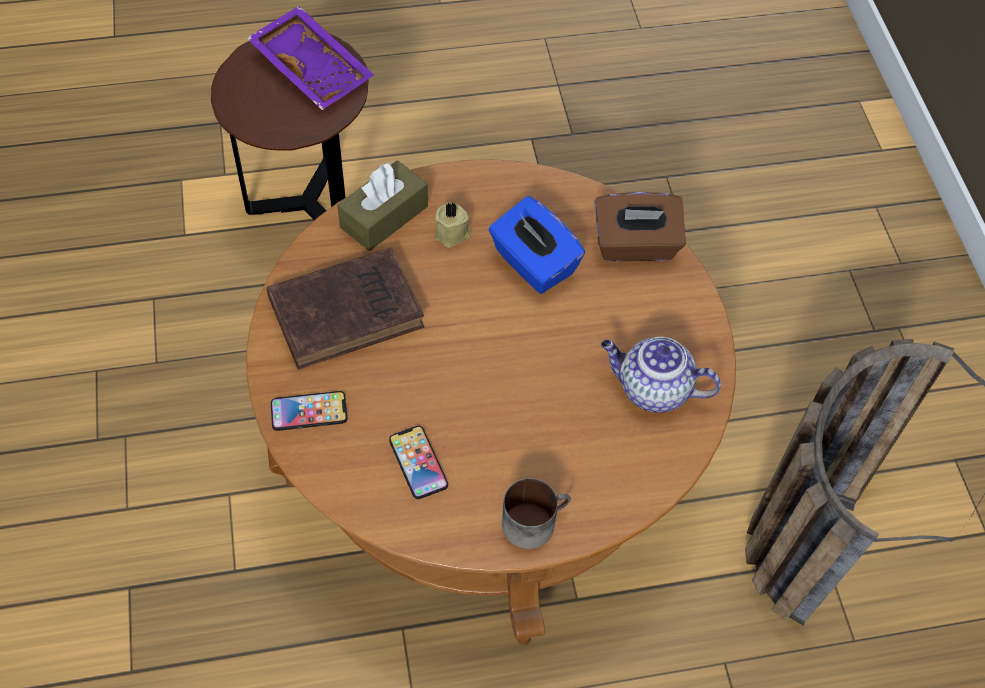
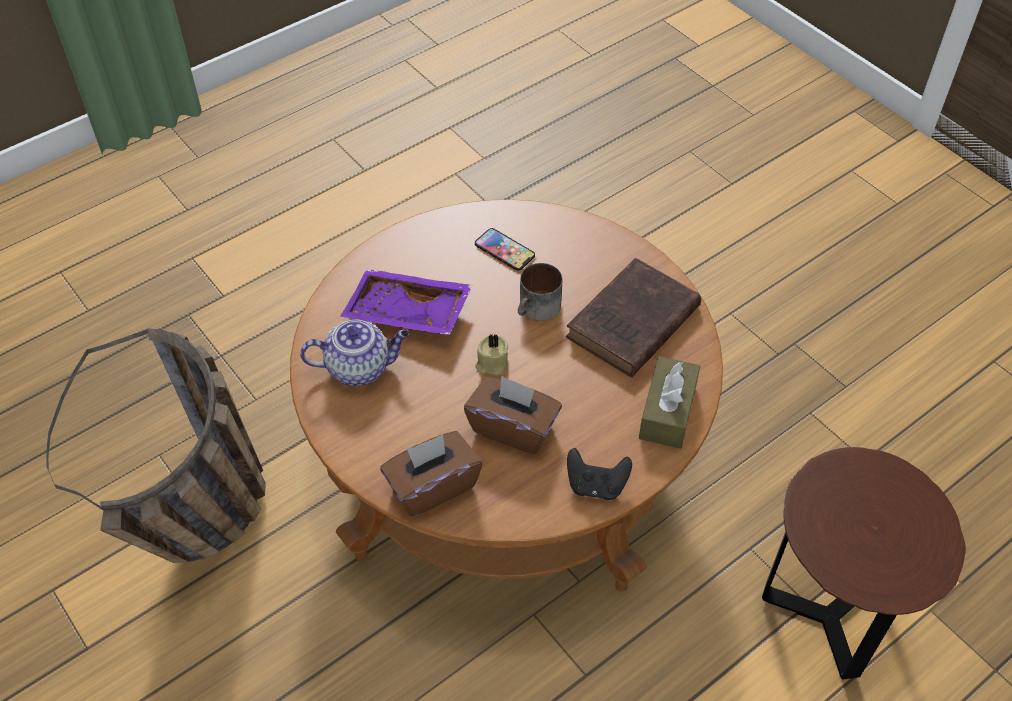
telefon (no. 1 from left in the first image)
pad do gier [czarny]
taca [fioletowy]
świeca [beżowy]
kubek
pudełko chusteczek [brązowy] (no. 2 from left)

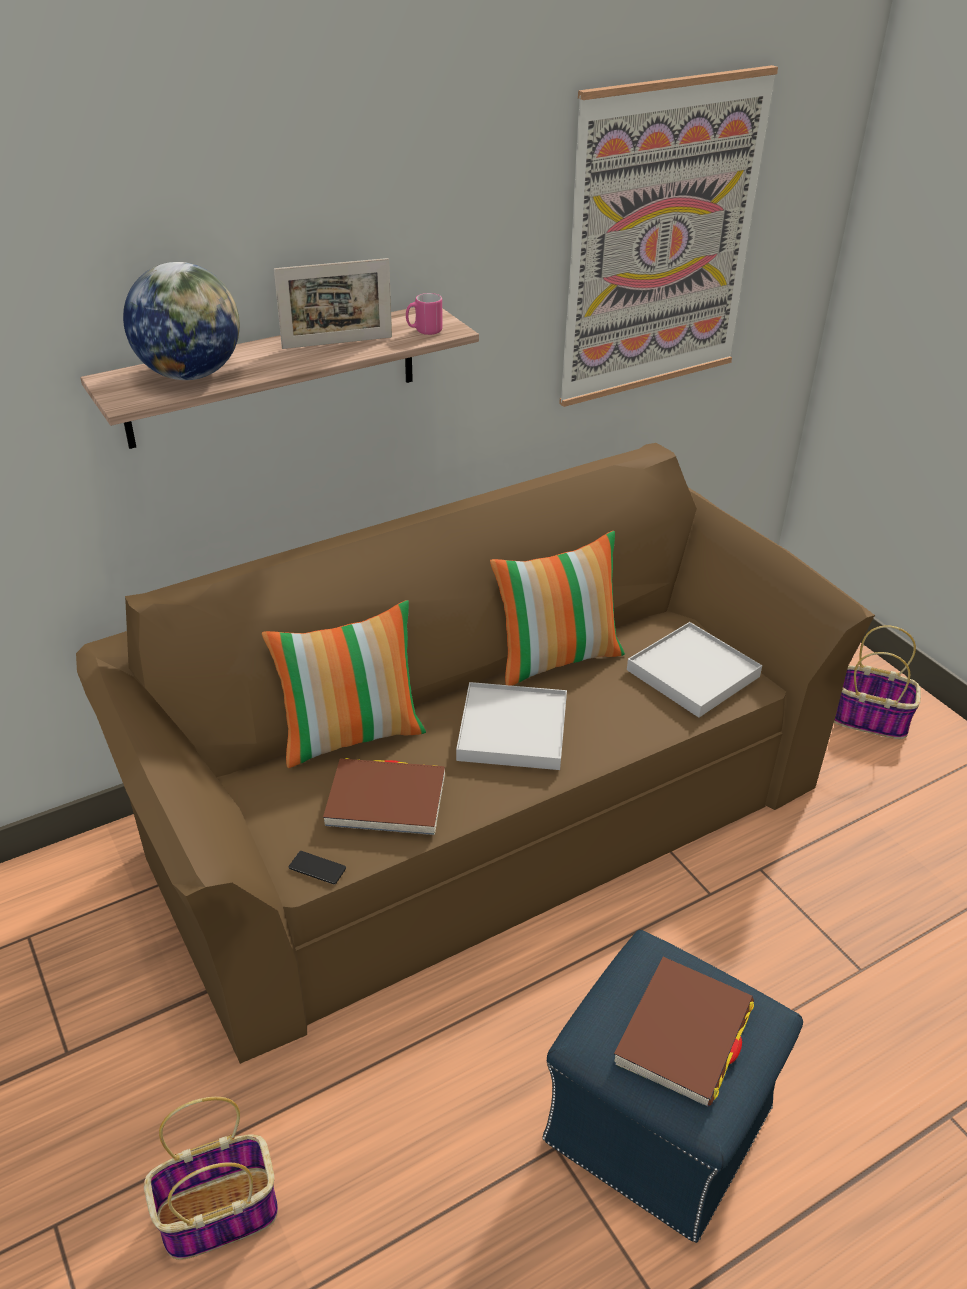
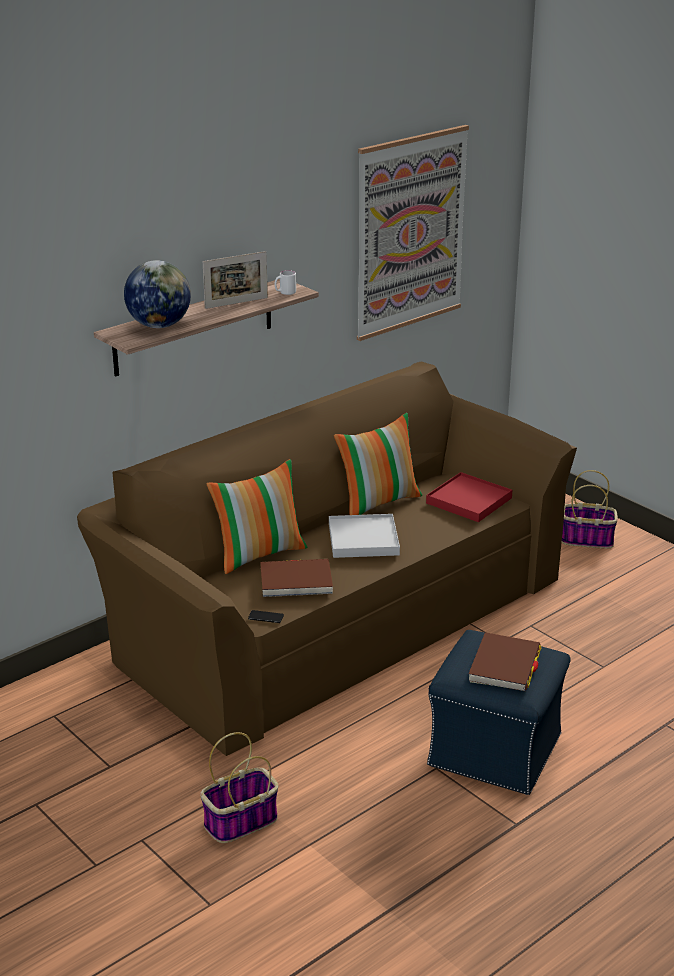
kubek [biały]
taca [czerwony]

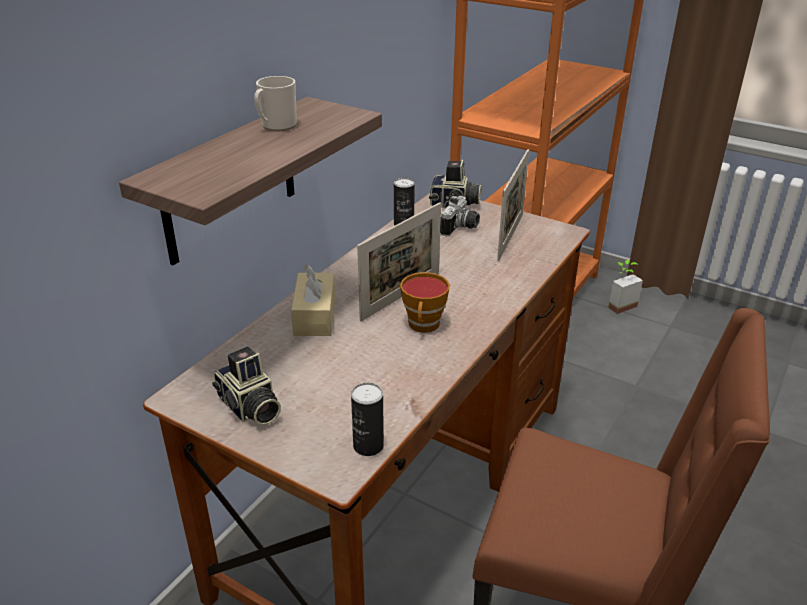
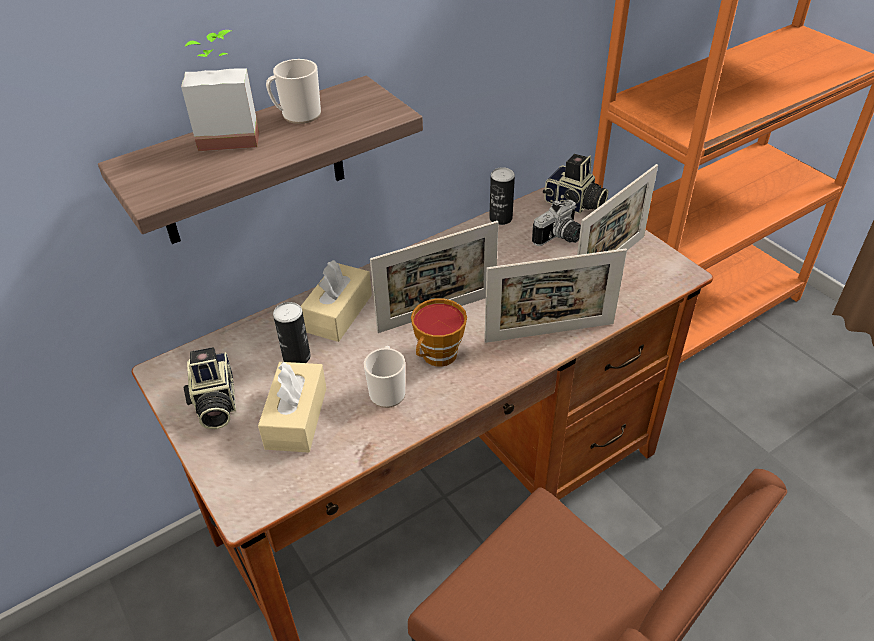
pudełko chusteczek [beżowy] (no. 1 from left)
kubek (no. 2 from left)
ramka na zdjęcie (no. 2 from left)
puszka (no. 1 from left)
roślina doniczkowa

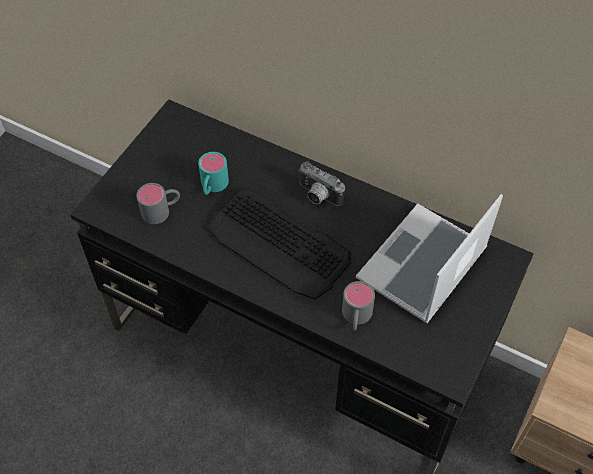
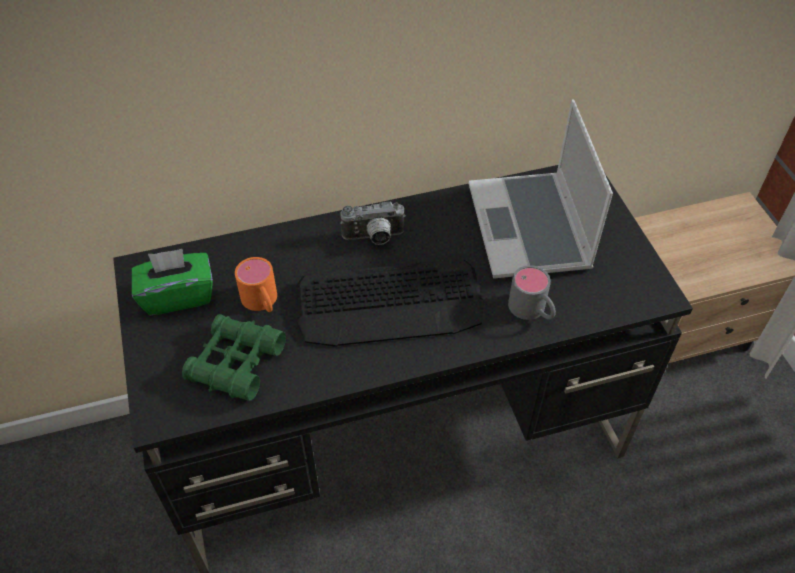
pudełko chusteczek [zielony]
lornetka [zielony]
kubek [pomarańczowy]

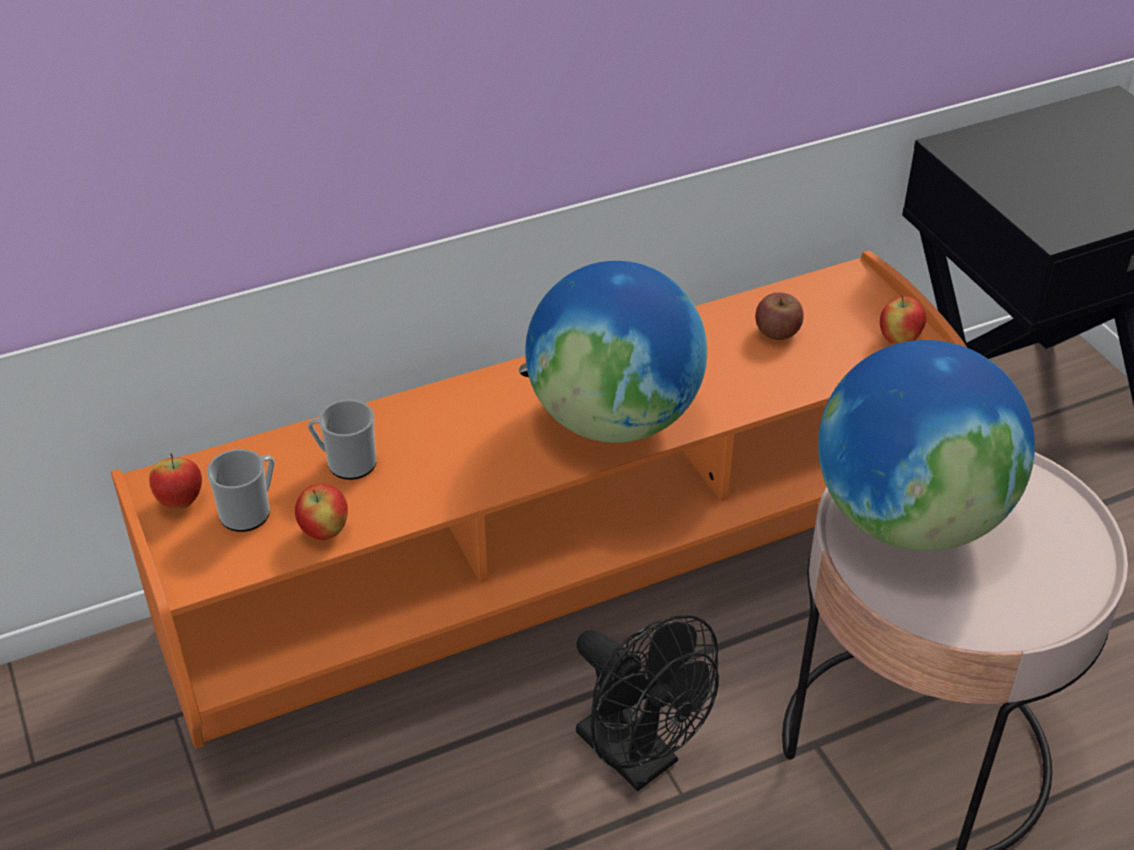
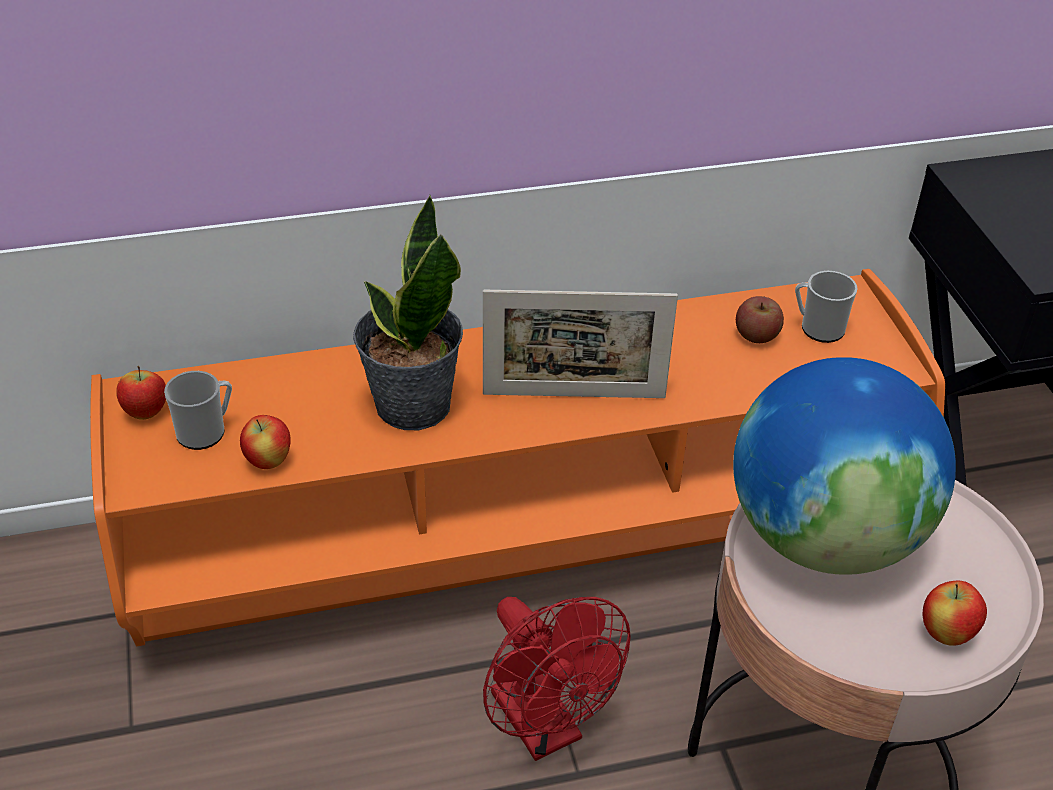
roślina doniczkowa
kubek (no. 2 from left)
jabłko (no. 4 from left)
ramka na zdjęcie
wentylator [czerwony]

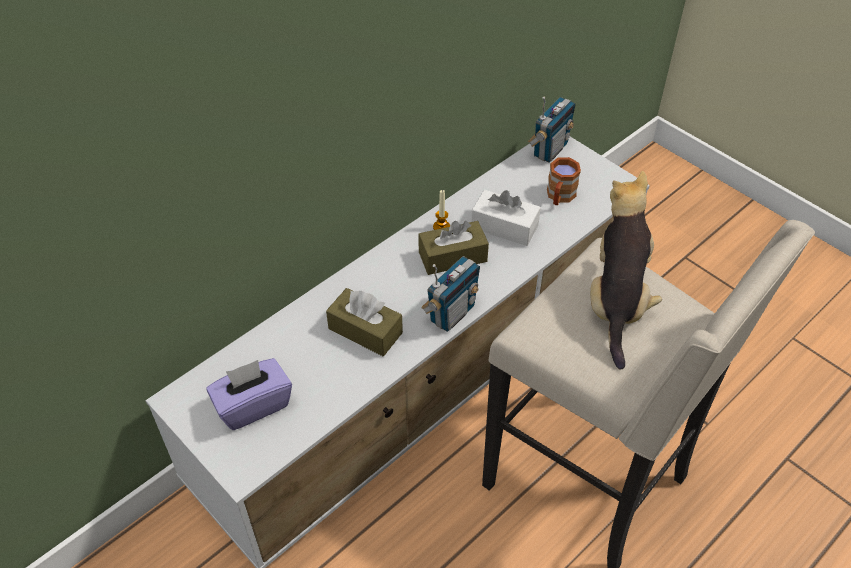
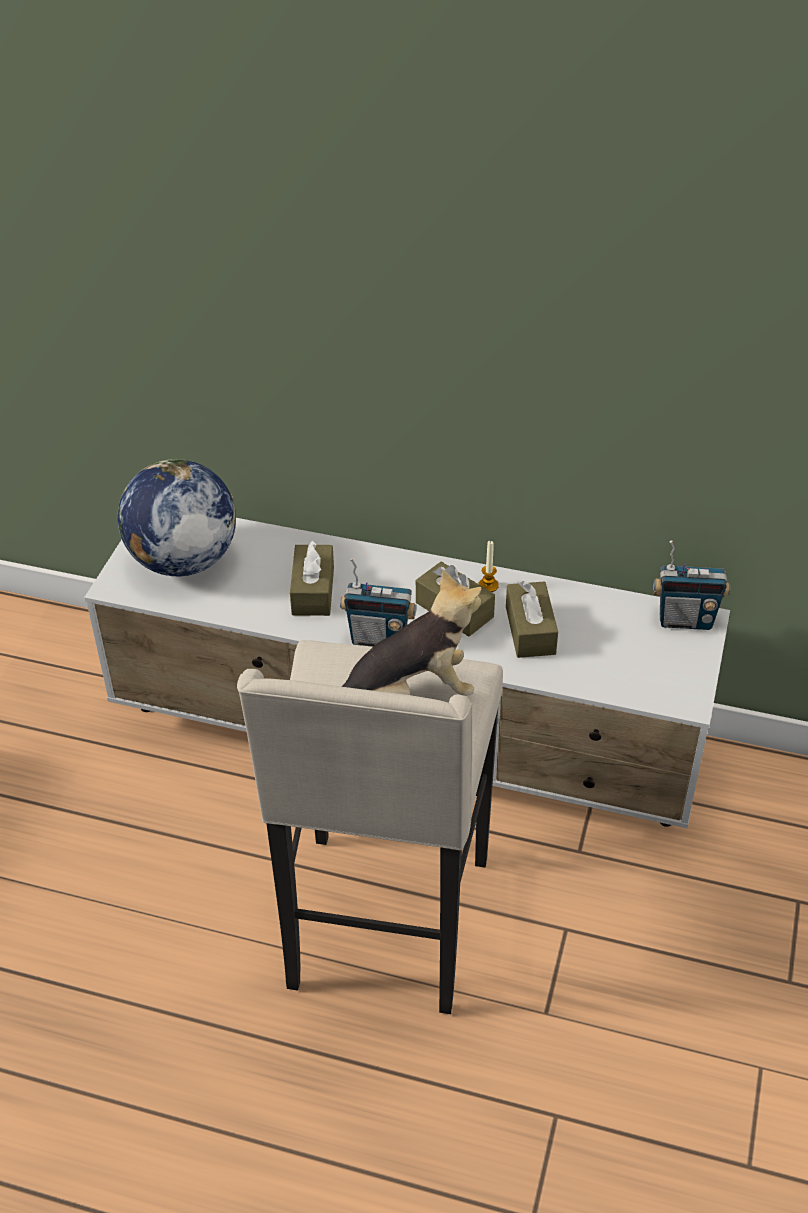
kubek [brązowy]
globus
pudełko chusteczek [brązowy] (no. 3 from left)

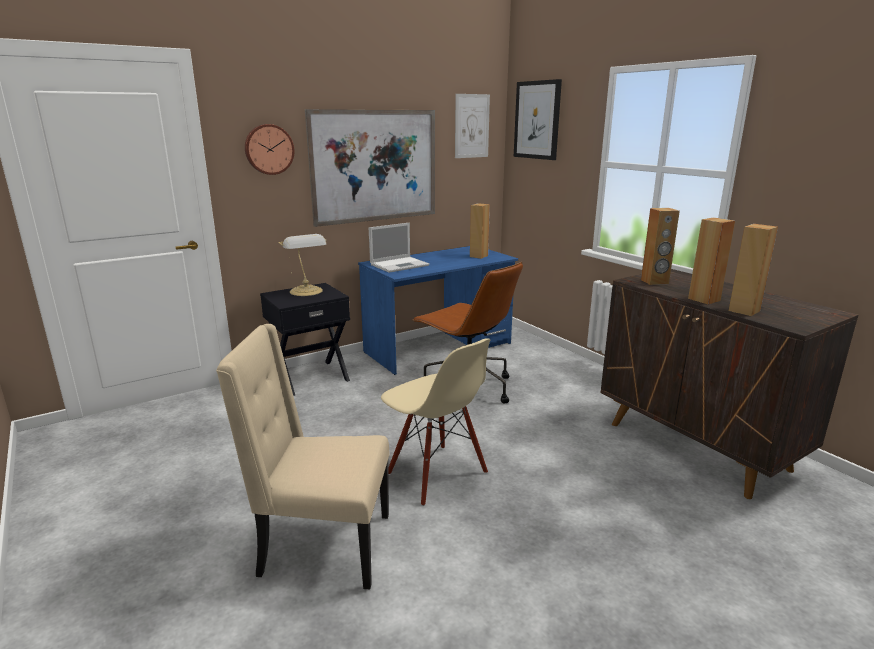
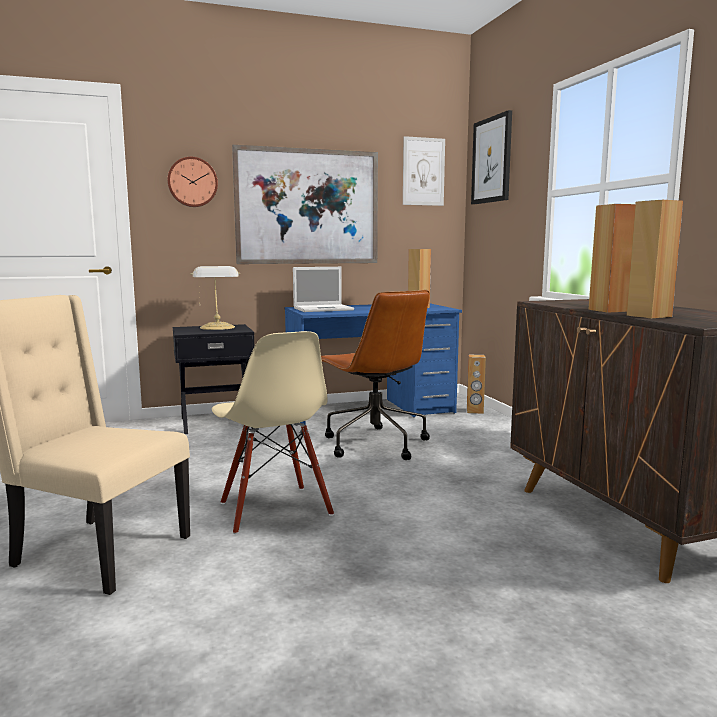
głośnik [brązowy] (no. 2 from left)

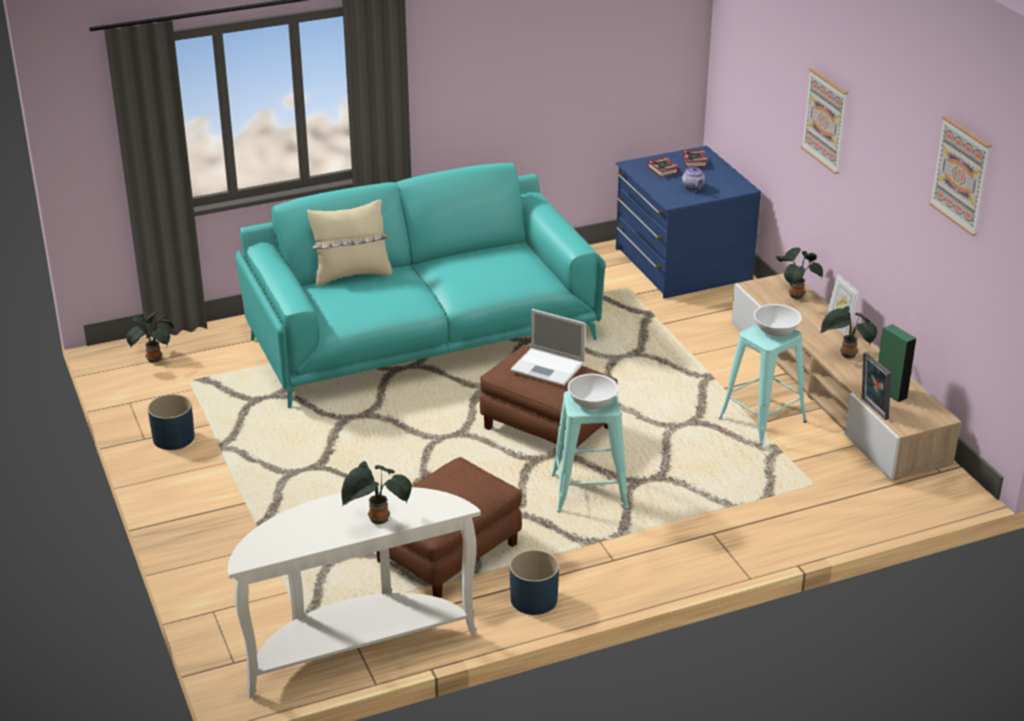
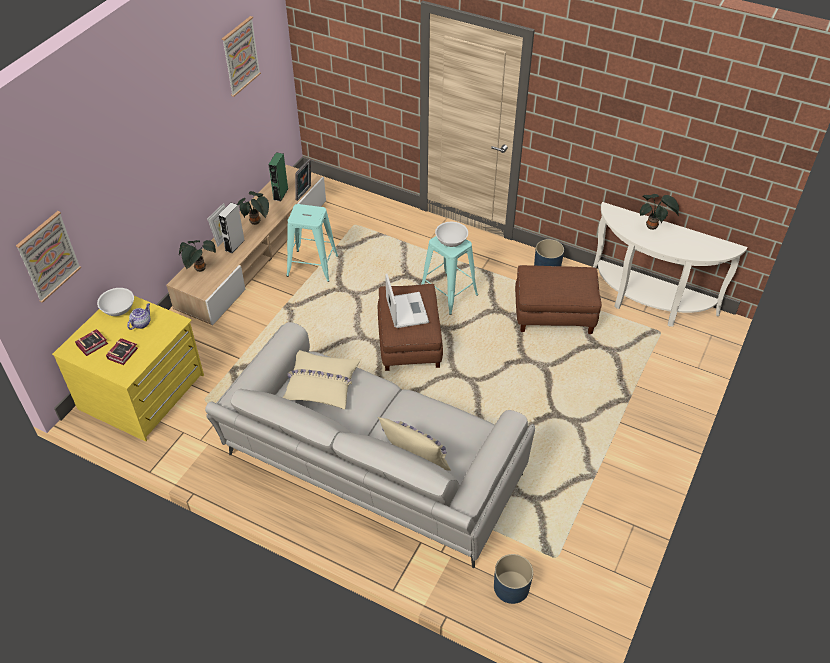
roślina doniczkowa (no. 1 from left in the first image)
głośnik [szary]
poduszka [beżowy] (no. 1 from left)
donica [niebieski] (no. 1 from left)
miska [biały] (no. 1 from left)
obraz (no. 1 from left)
kanapa [szary]
komoda [żółty]

